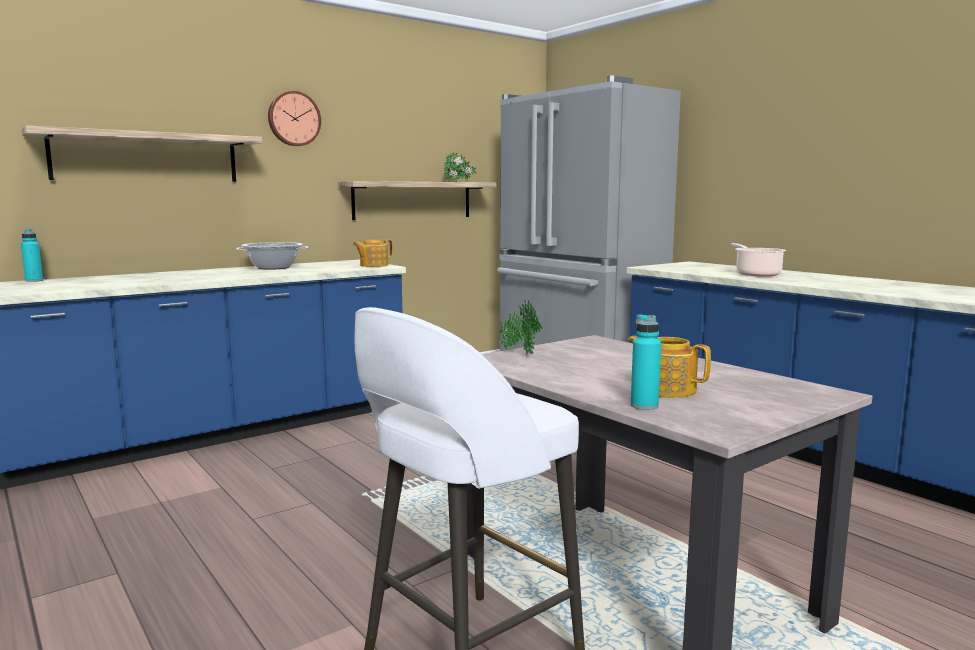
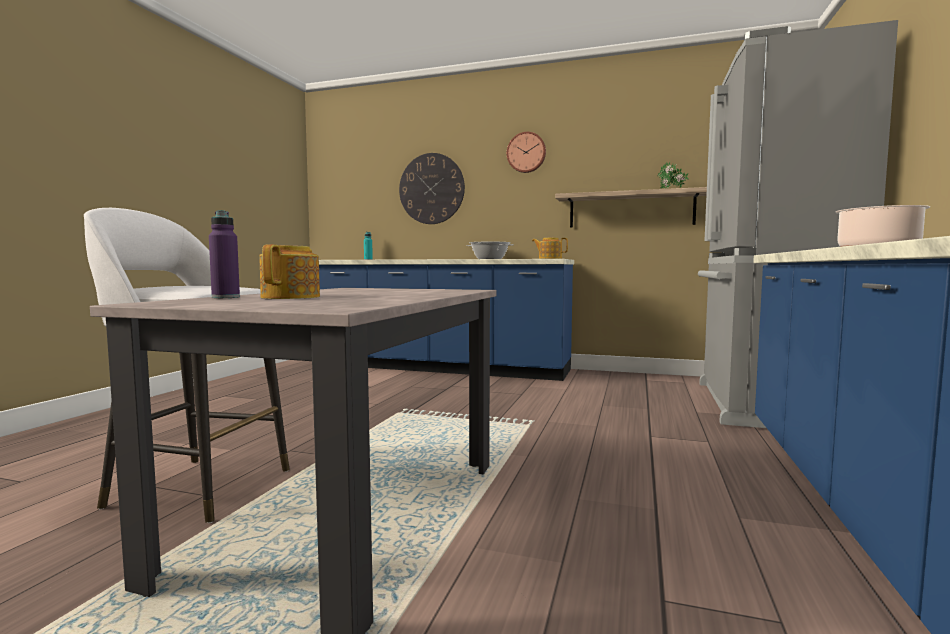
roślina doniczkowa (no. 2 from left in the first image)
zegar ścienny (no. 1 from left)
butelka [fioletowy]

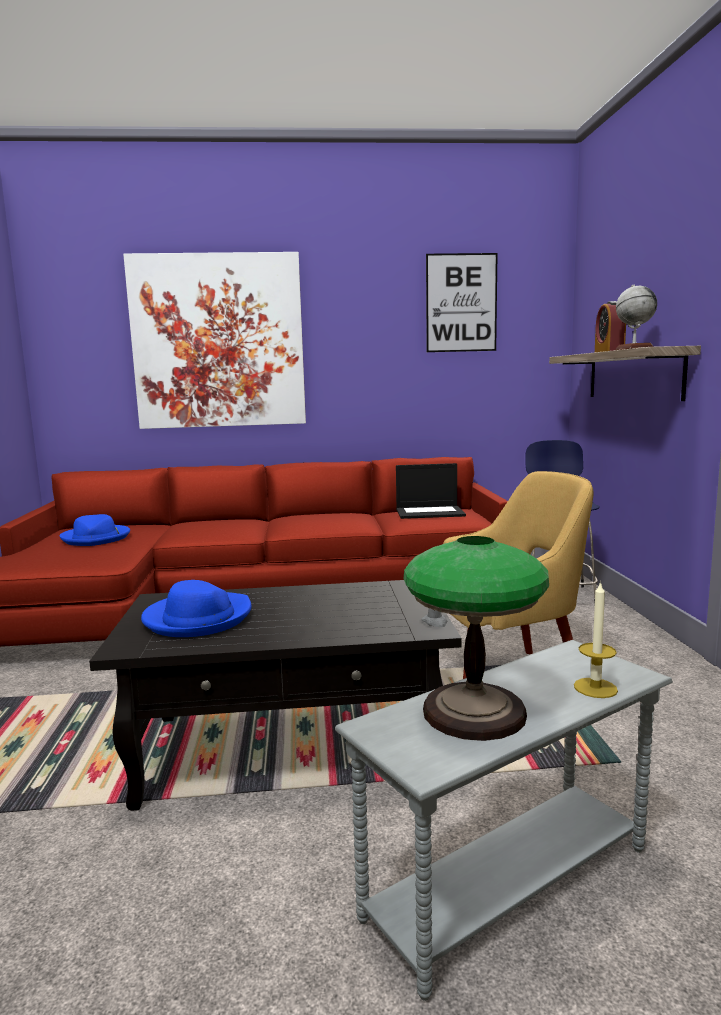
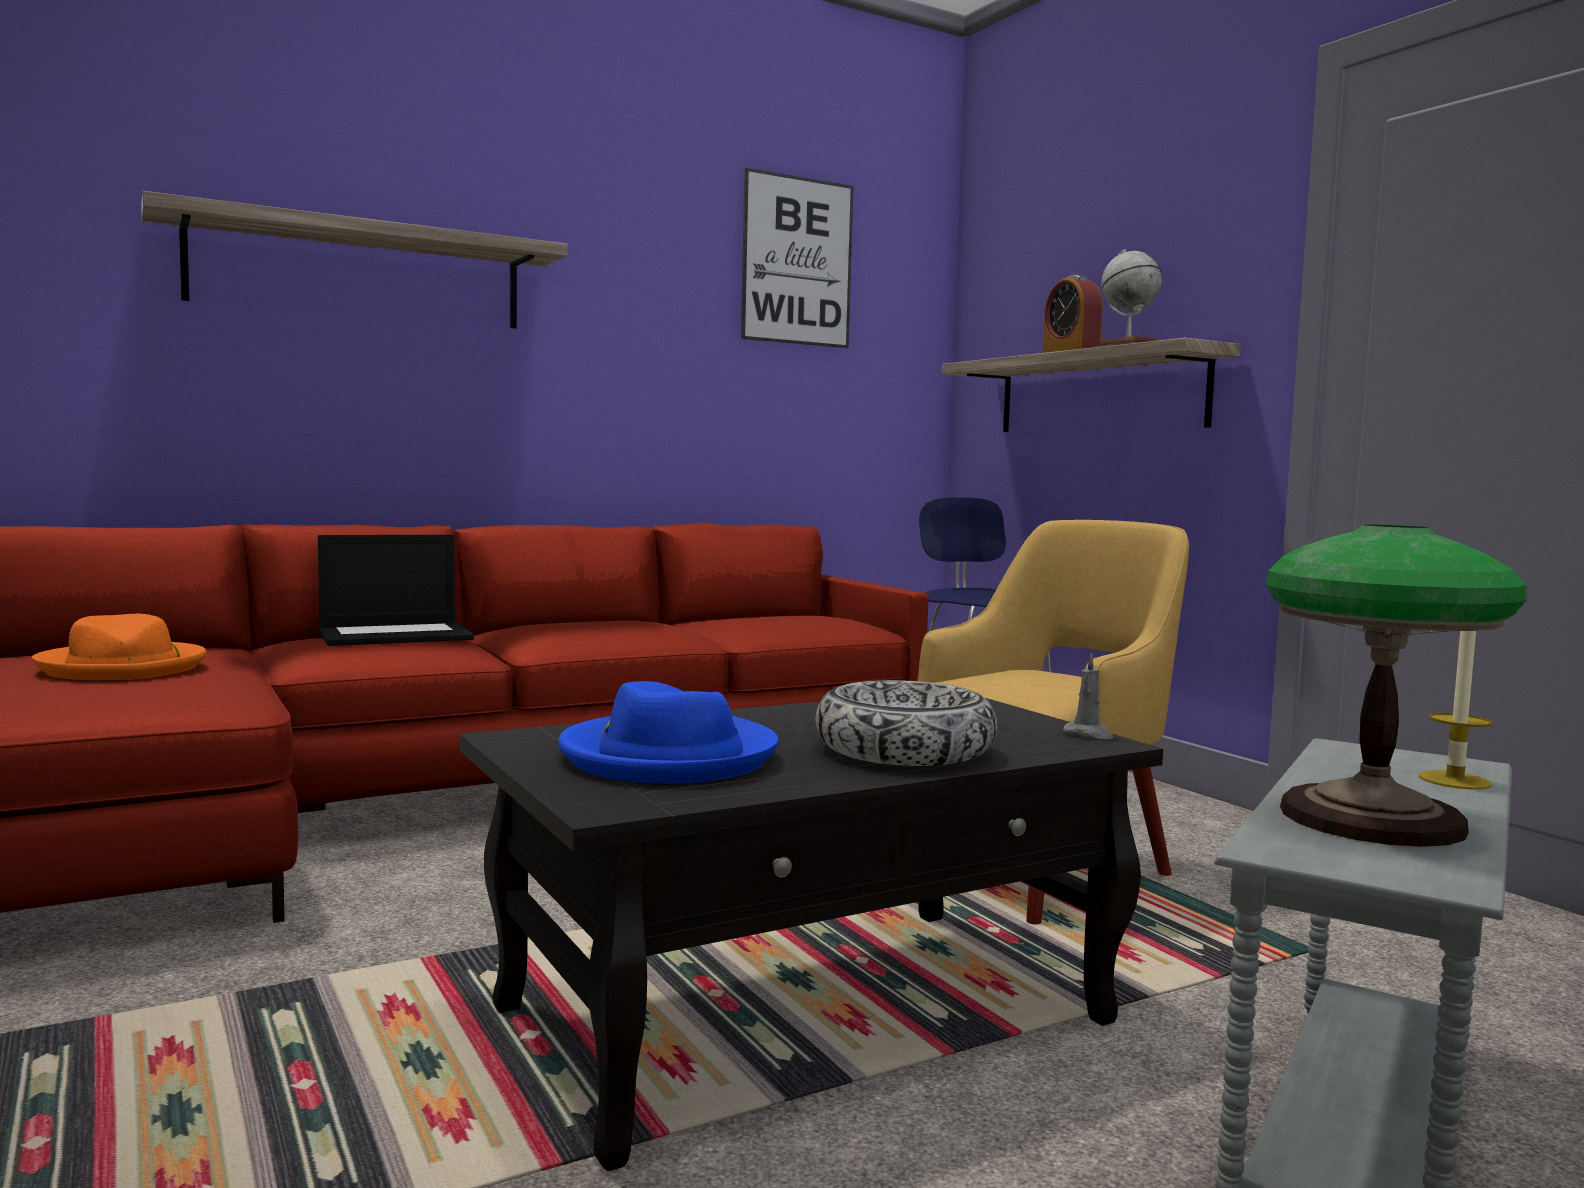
miska
laptop
półka (no. 1 from left)
kapelusz [pomarańczowy]

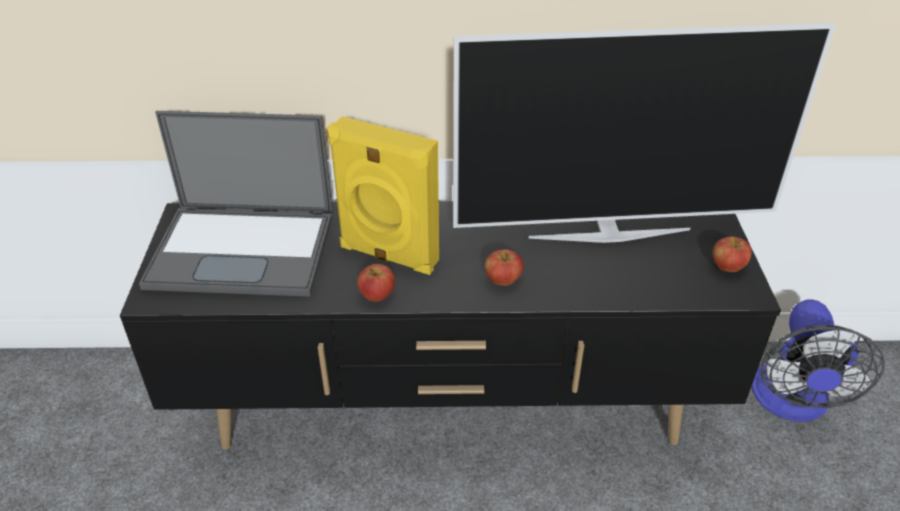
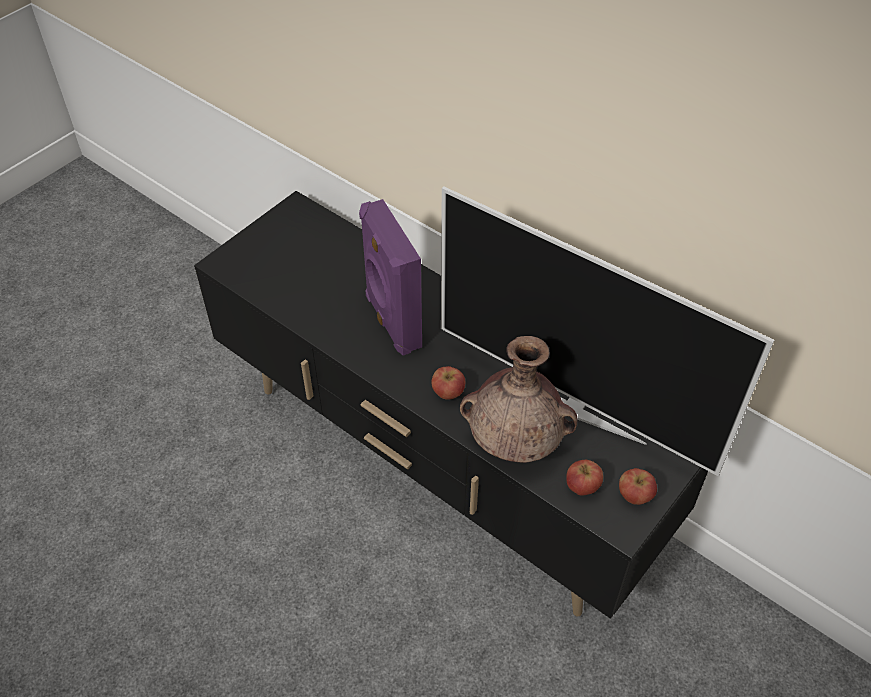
laptop
wentylator
wazon [brązowy]
jabłko (no. 2 from left)
głośnik [fioletowy]

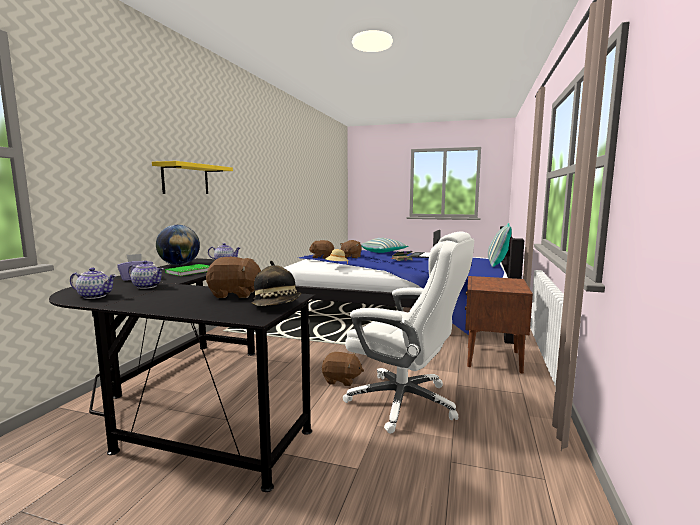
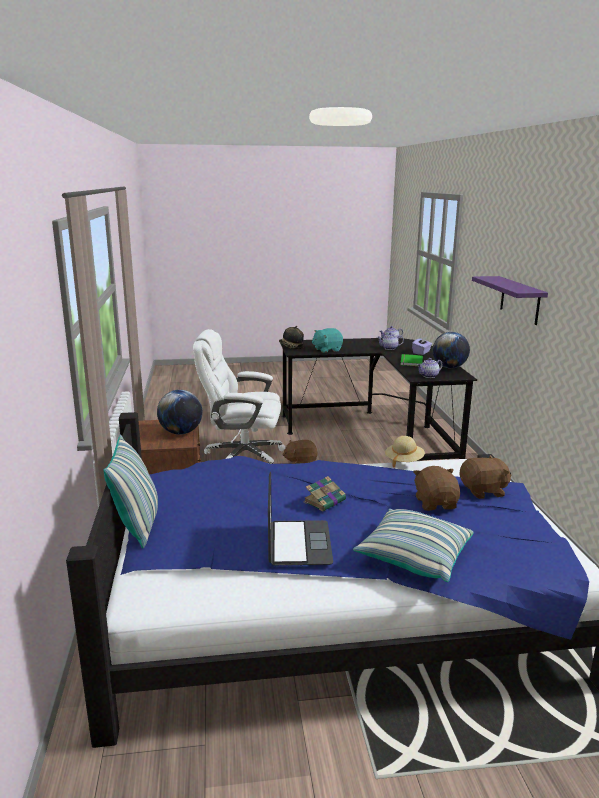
globus (no. 1 from left)
półka [fioletowy]
pluszak [turkusowy]

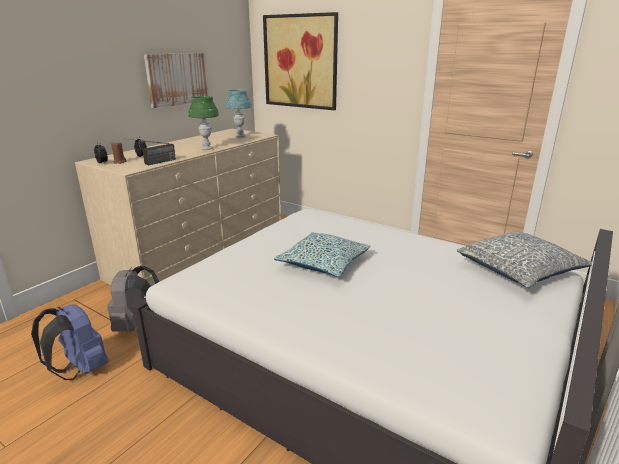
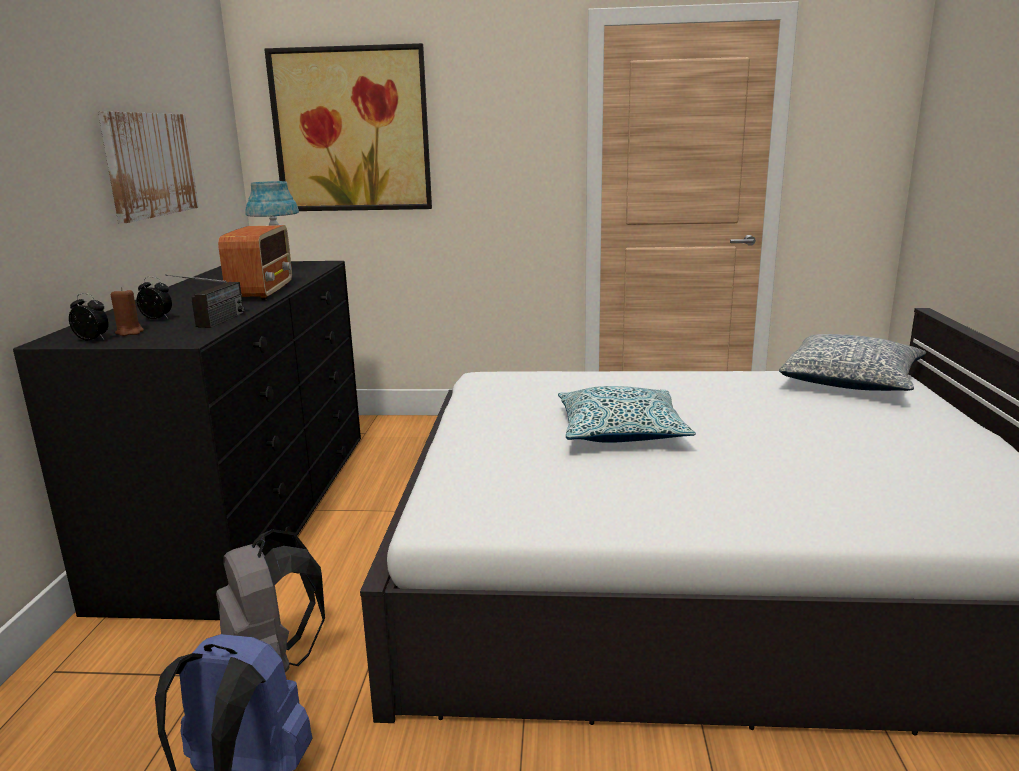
radio (no. 2 from left)
komoda [czarny]

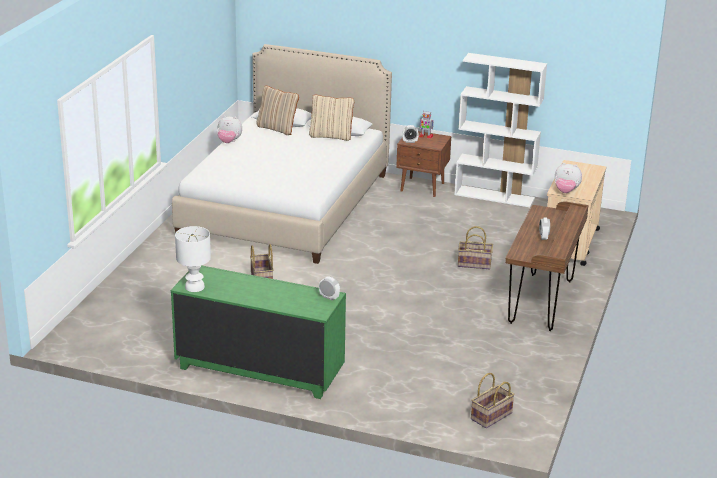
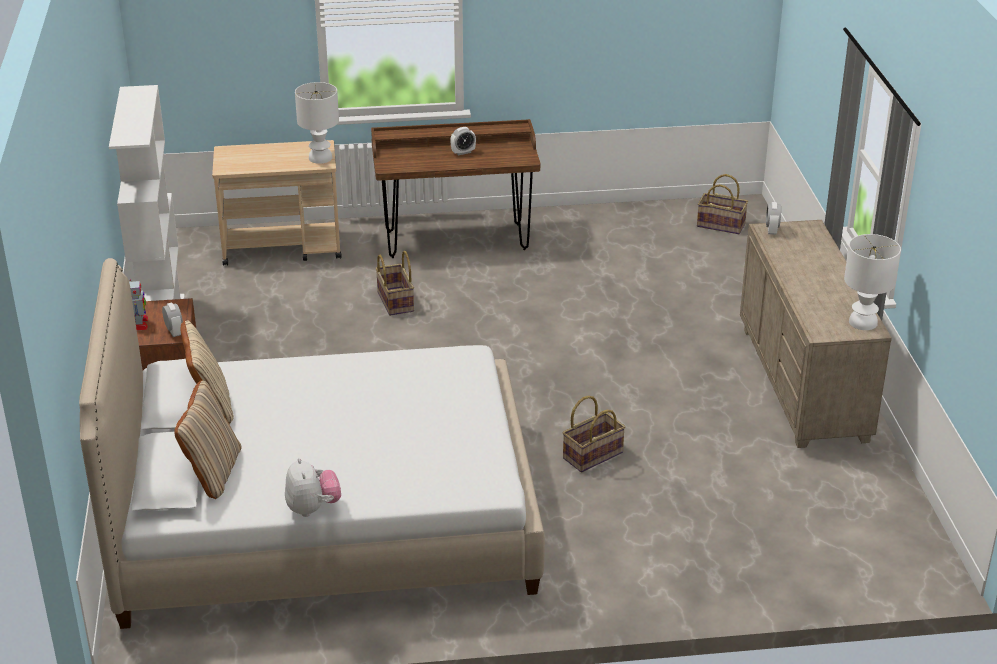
lampa stołowa [biały] (no. 1 from left)
komoda [beżowy]

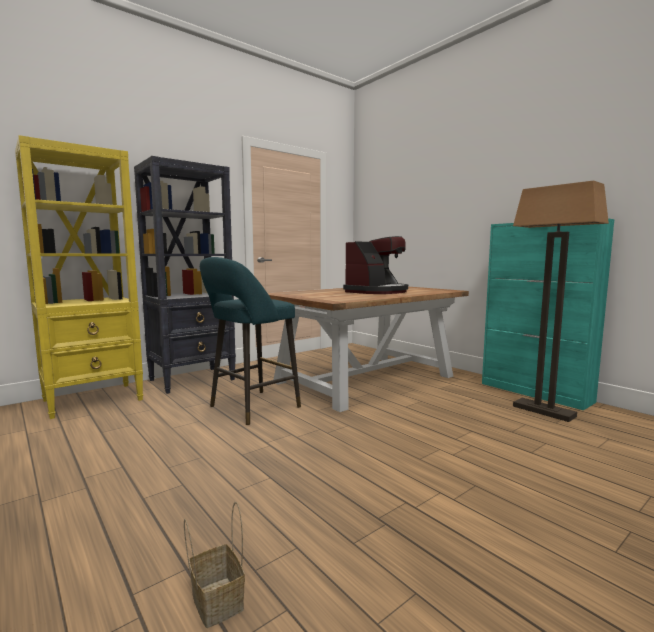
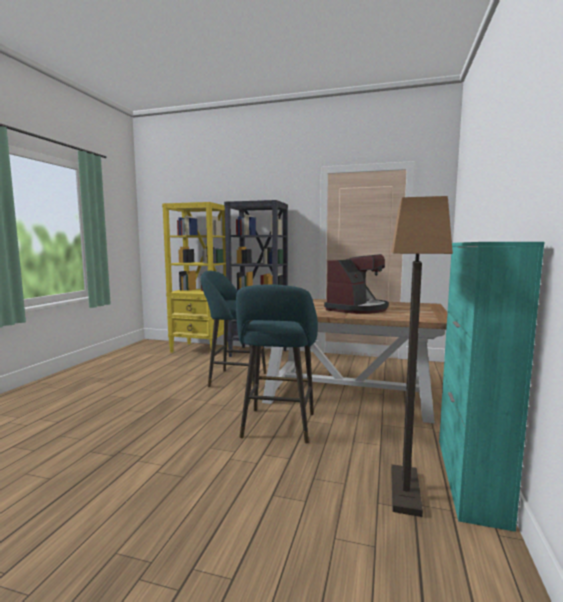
koszyk
stołek [turkusowy] (no. 2 from left)
ekspres do kawy

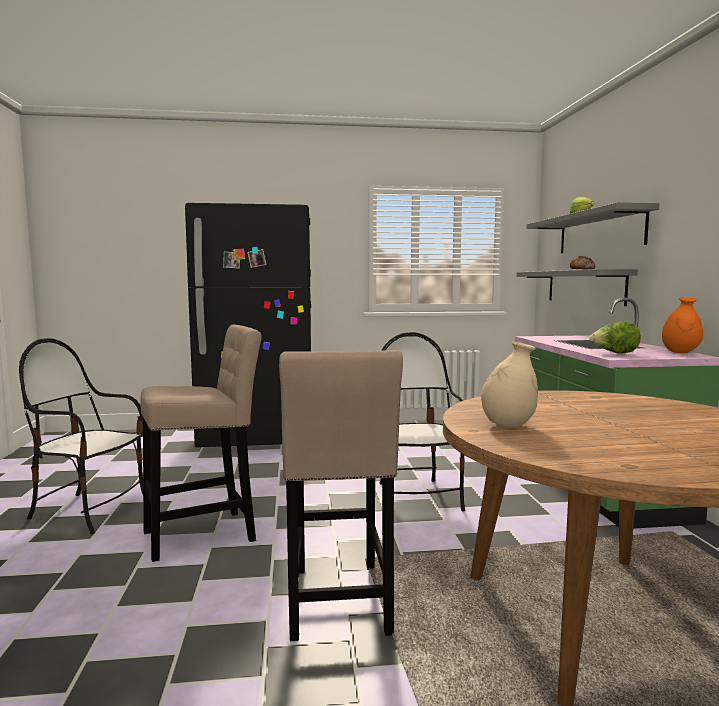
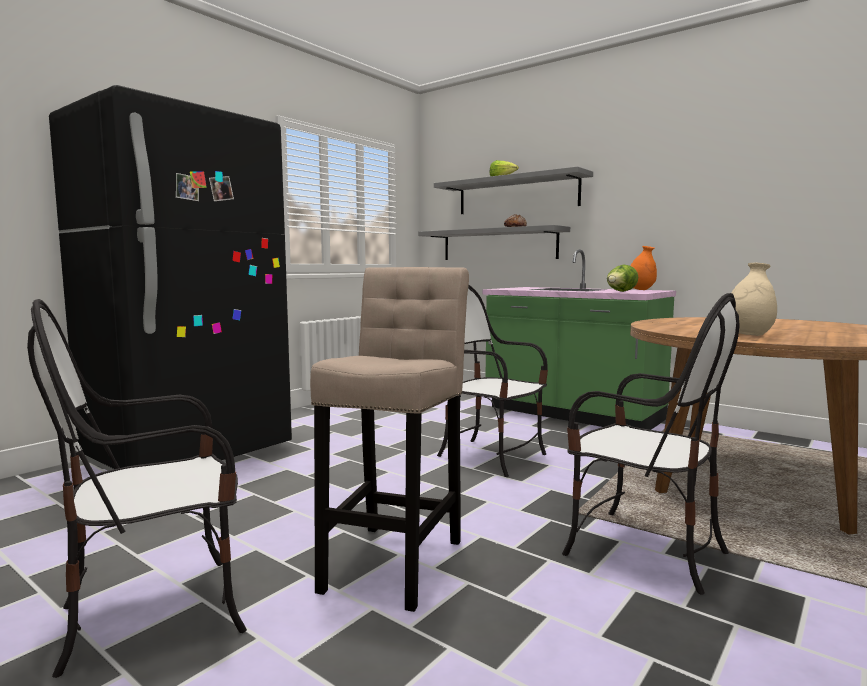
krzesło (no. 3 from left)

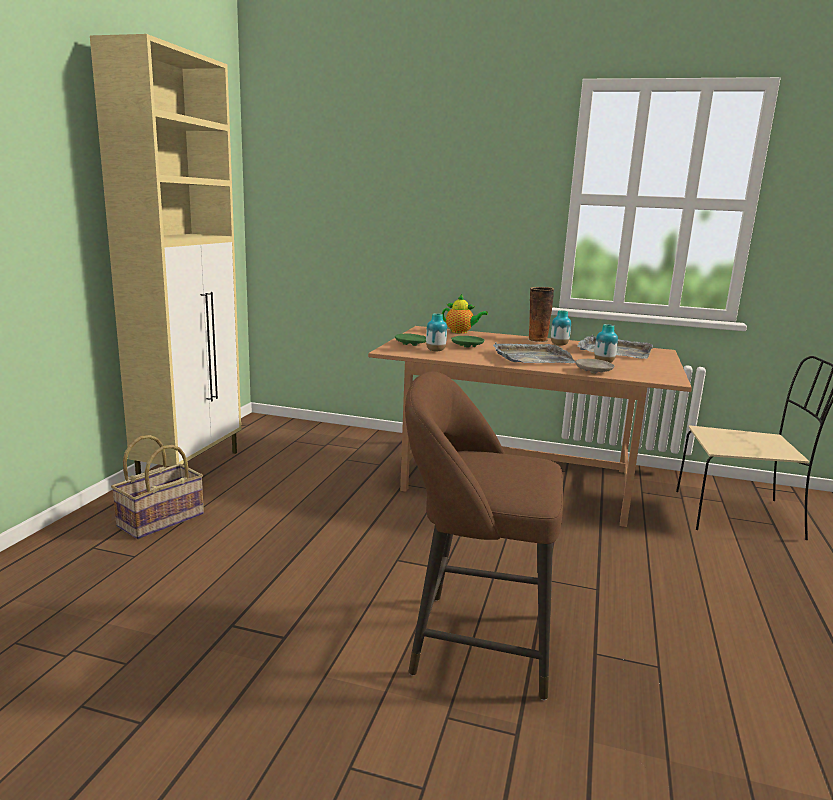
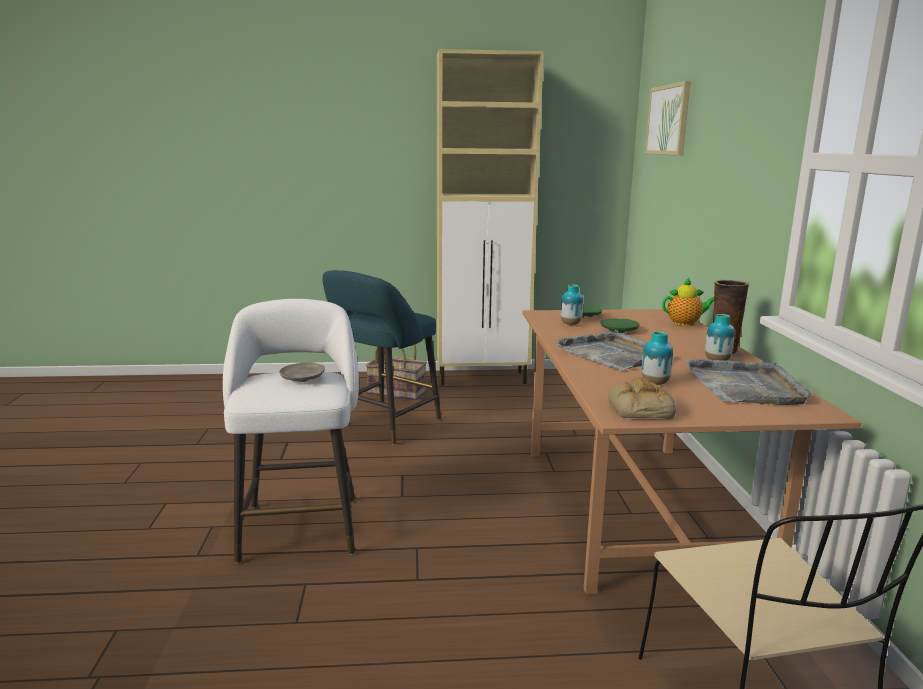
stołek [turkusowy]
chleb
obraz
talerz [beżowy]
stołek [biały]
imbryk

